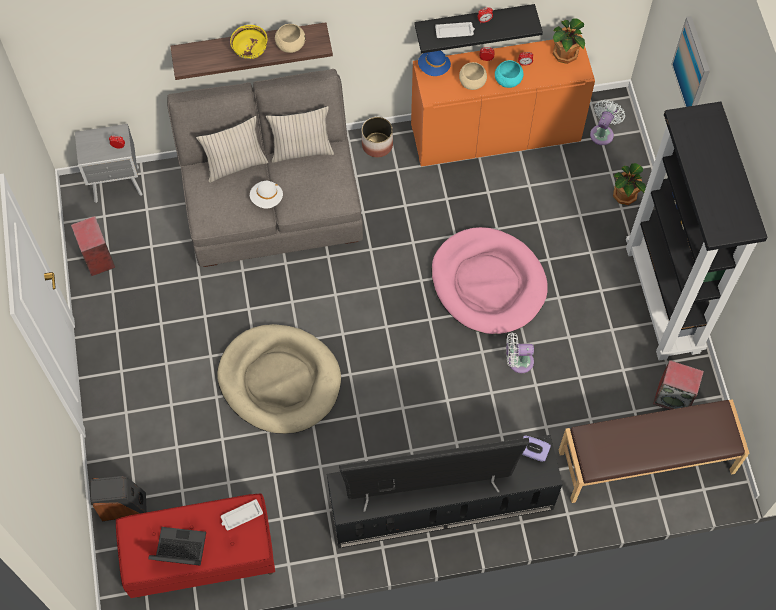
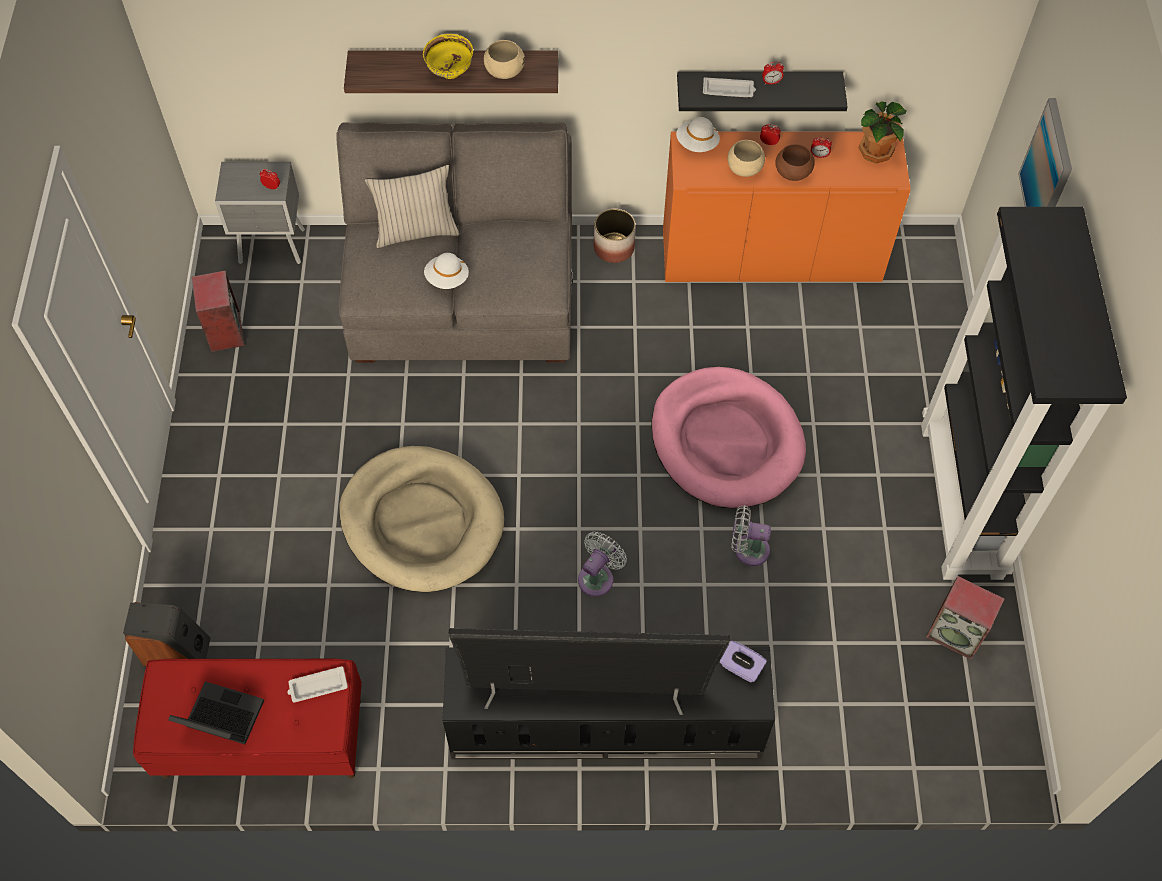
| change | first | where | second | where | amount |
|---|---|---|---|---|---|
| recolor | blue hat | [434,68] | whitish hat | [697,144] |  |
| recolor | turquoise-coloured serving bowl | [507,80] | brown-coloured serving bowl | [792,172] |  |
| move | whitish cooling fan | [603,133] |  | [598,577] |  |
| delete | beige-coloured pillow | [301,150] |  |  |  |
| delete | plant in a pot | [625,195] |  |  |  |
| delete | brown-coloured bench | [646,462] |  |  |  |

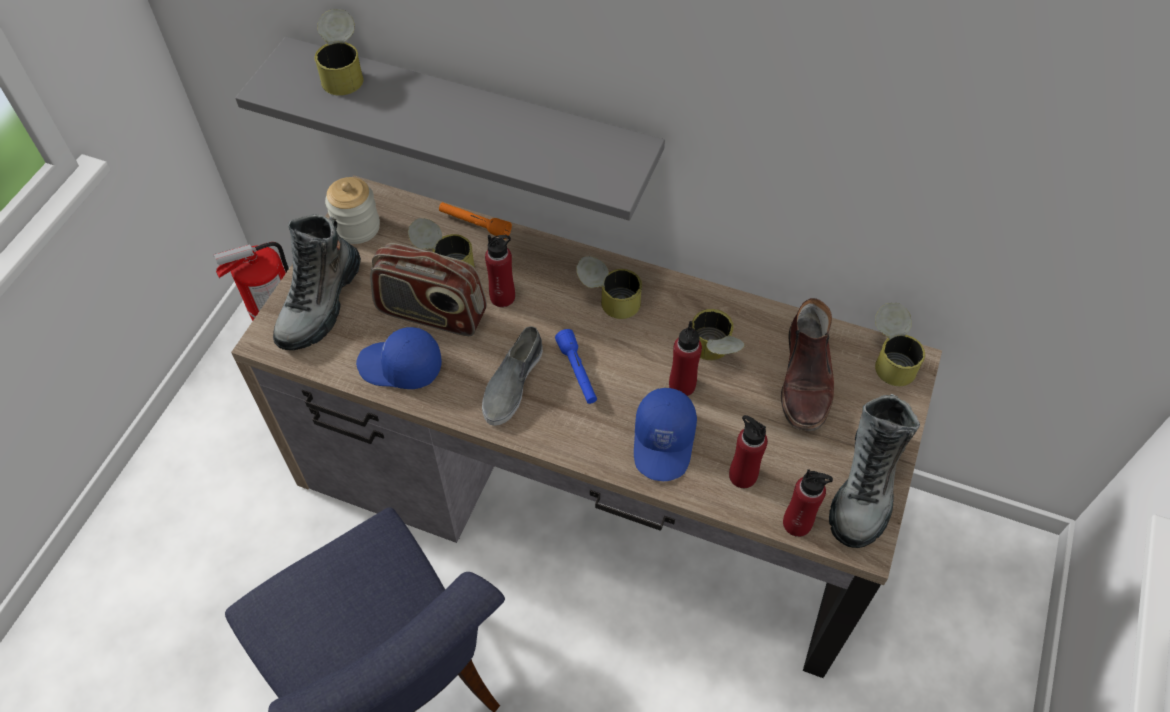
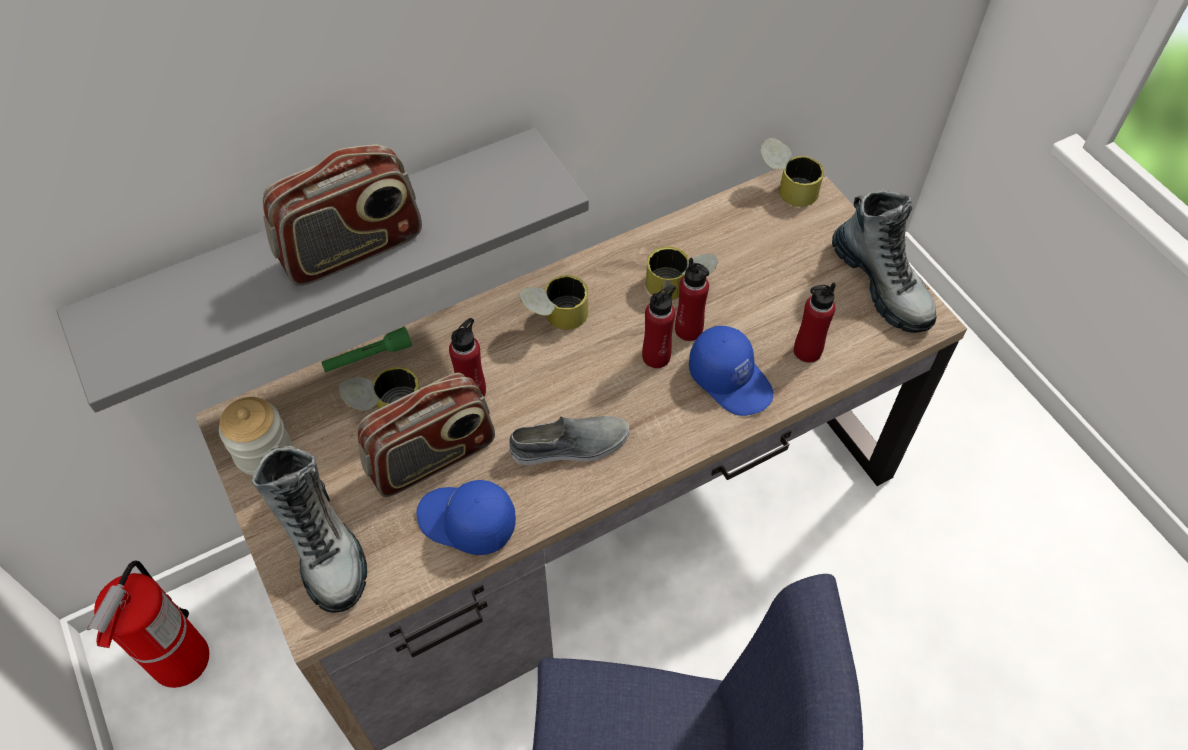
| change | first | where | second | where | amount |
|---|---|---|---|---|---|
| delete | metal can | [343,72] |  |  |  |
| recolor | orangey hand torch | [474,224] | green-coloured hand torch | [368,357] |  |
| delete | brown-coloured high-top boot | [806,379] |  |  |  |
| rotate | grey low shoe | [512,383] |  | [570,446] | 75 degrees counterclockwise |
| rotate | blue cap | [400,367] |  | [466,522] | 60 degrees clockwise |
| delete | blue hand torch | [577,372] |  |  |  |
| move | red-coloured drink bottle | [797,523] |  | [656,356] |  |
| insert |  |  | radio | [352,249] |  |

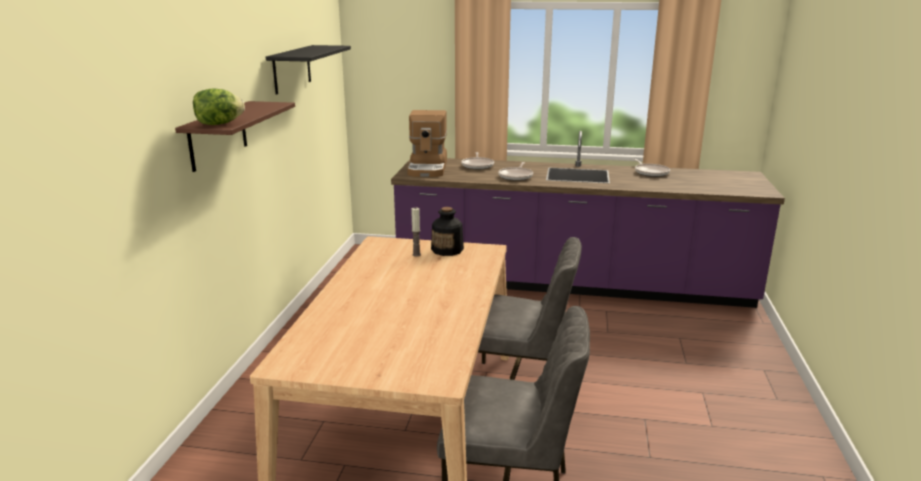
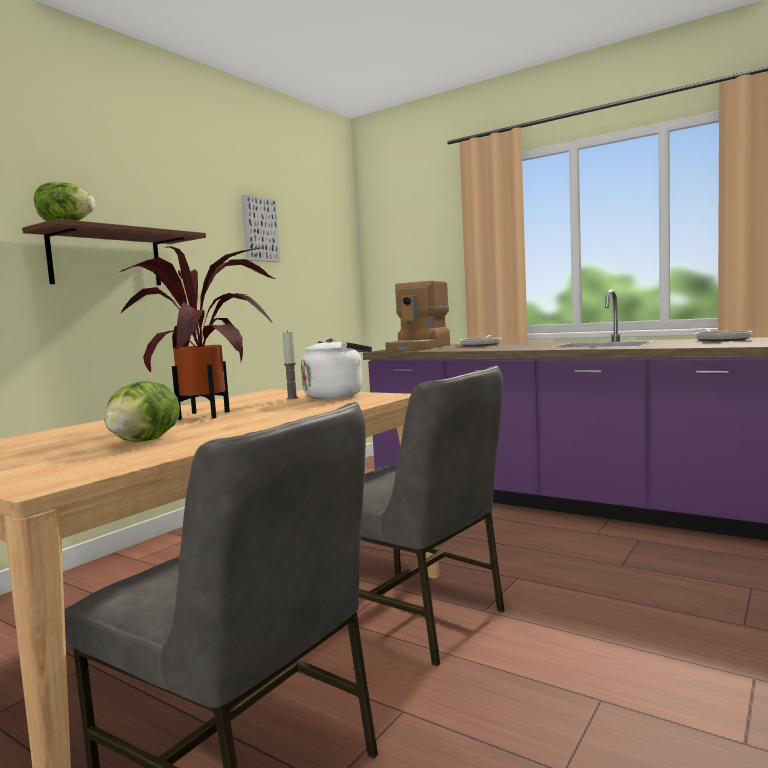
| change | first | where | second | where | amount |
|---|---|---|---|---|---|
| replace | black shelf | [292,69] | picture | [259,230] |  |
| delete | skillet | [516,176] |  |  |  |
| replace | drink bottle | [447,250] | whitish water kettle | [337,396] |  |
| insert |  |  | plant in a pot | [207,416] |  |
| insert |  |  | head of lettuce | [144,441] |  |

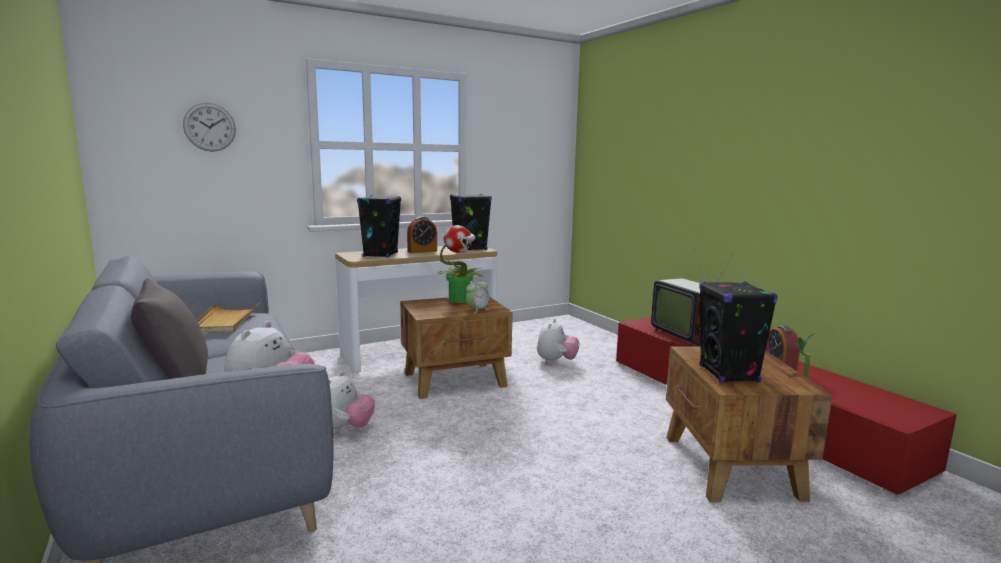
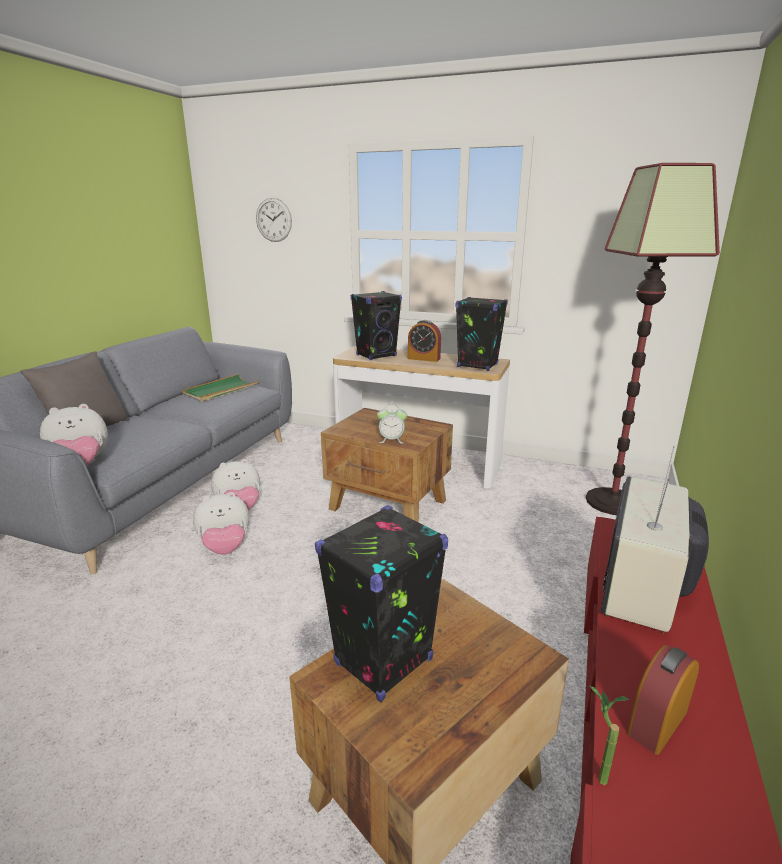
| change | first | where | second | where | amount |
|---|---|---|---|---|---|
| delete | plant in a pot | [460,300] |  |  |  |
| recolor | beige-coloured serving tray | [225,321] | green-coloured serving tray | [221,390] |  |
| move | soft toy | [556,361] |  | [225,548] |  |
| insert |  |  | floor lamp | [612,502] |  |

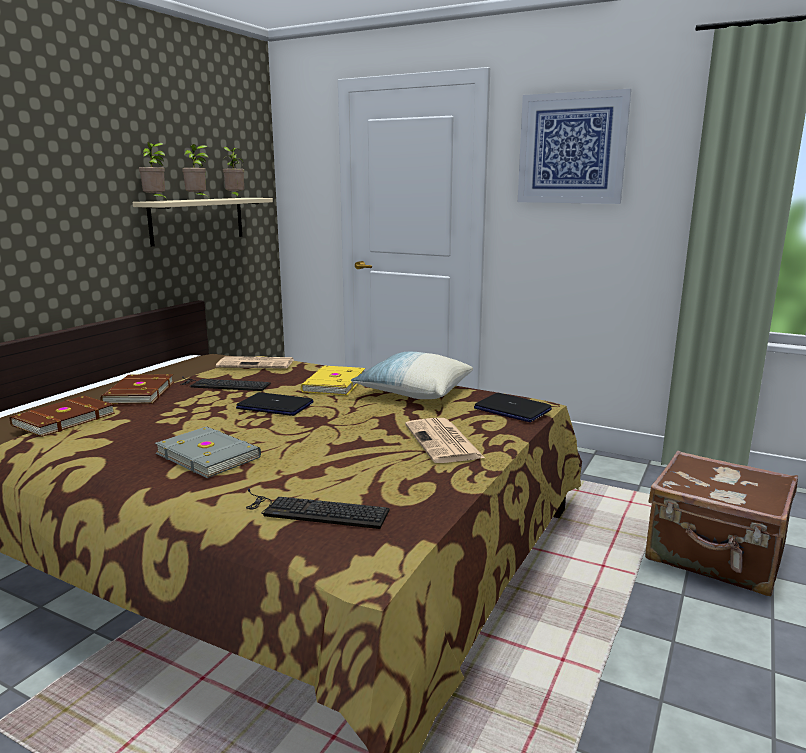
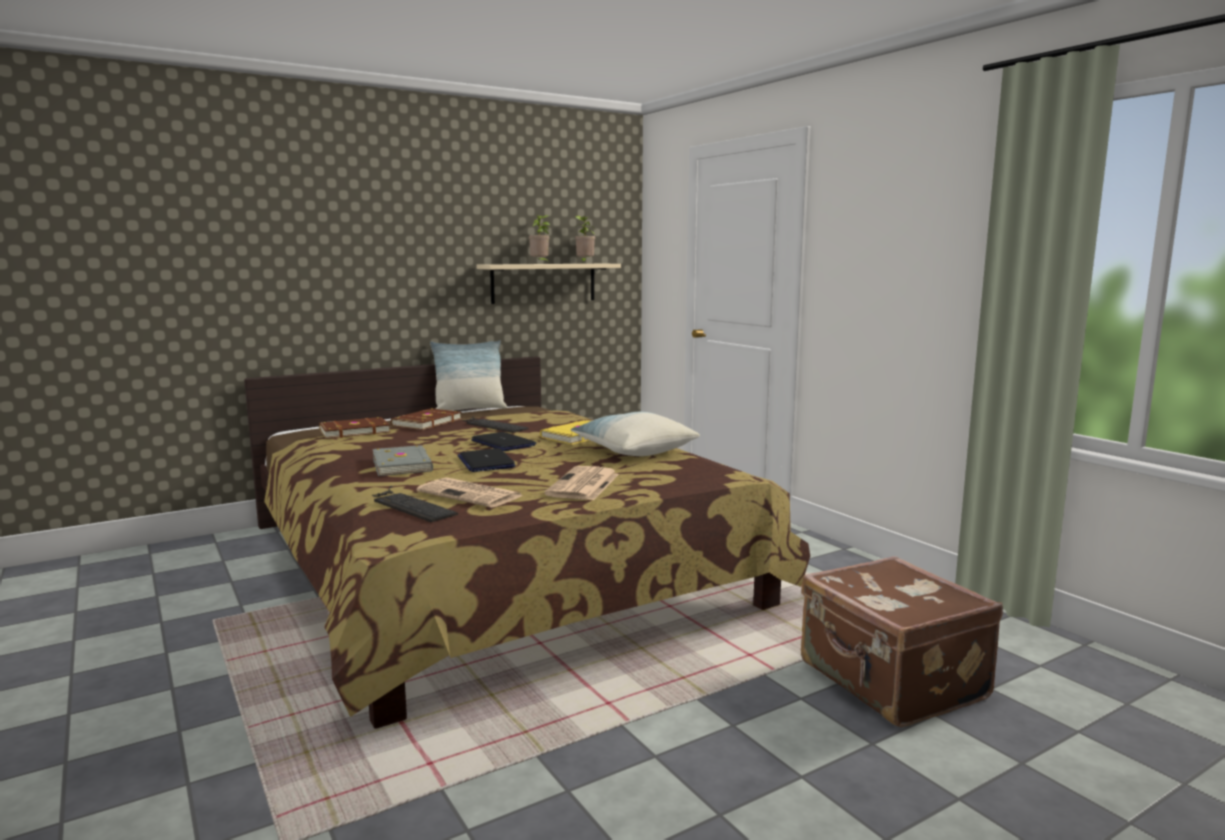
| change | first | where | second | where | amount |
|---|---|---|---|---|---|
| delete | picture | [571,148] |  |  |  |
| delete | plant in a pot | [156,201] |  |  |  |
| move | printed paper | [257,364] |  | [471,494] |  |
| move | laptop | [512,409] |  | [486,462] |  |
| insert |  |  | pillow | [469,410] |  |

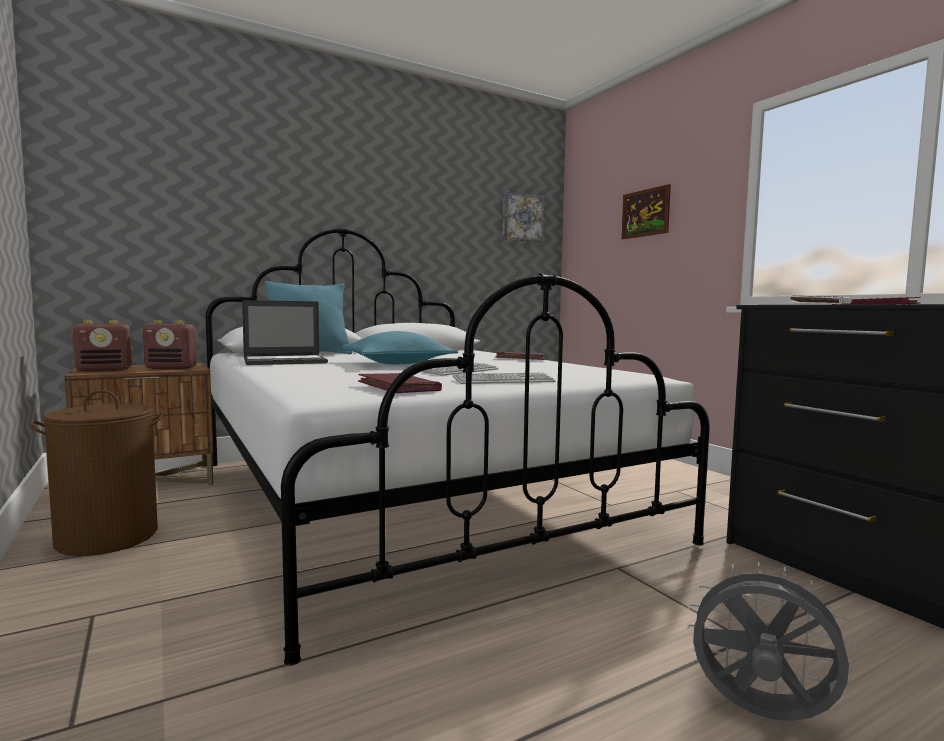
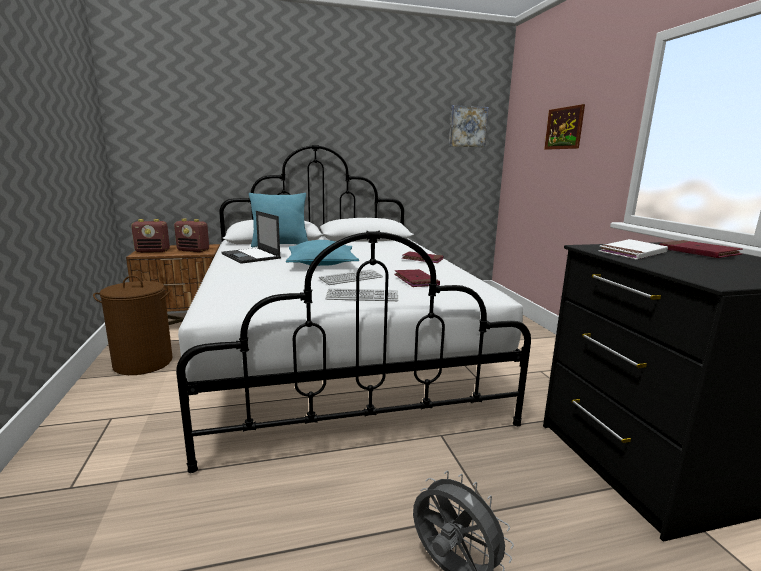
| change | first | where | second | where | amount |
|---|---|---|---|---|---|
| rotate | laptop | [286,361] |  | [251,256] | 60 degrees clockwise |
| move | red-coloured book | [398,388] |  | [416,280] |  |

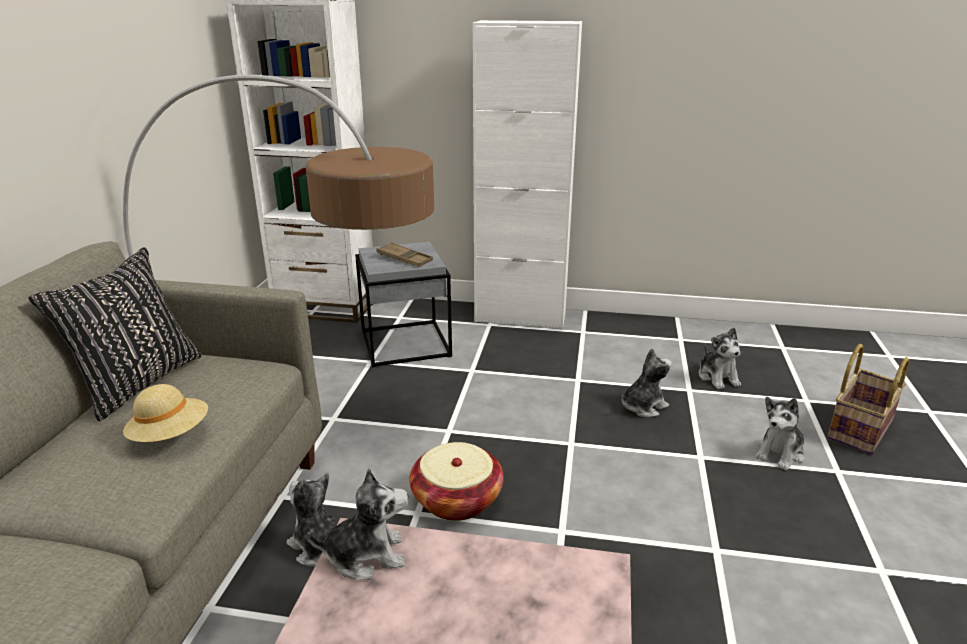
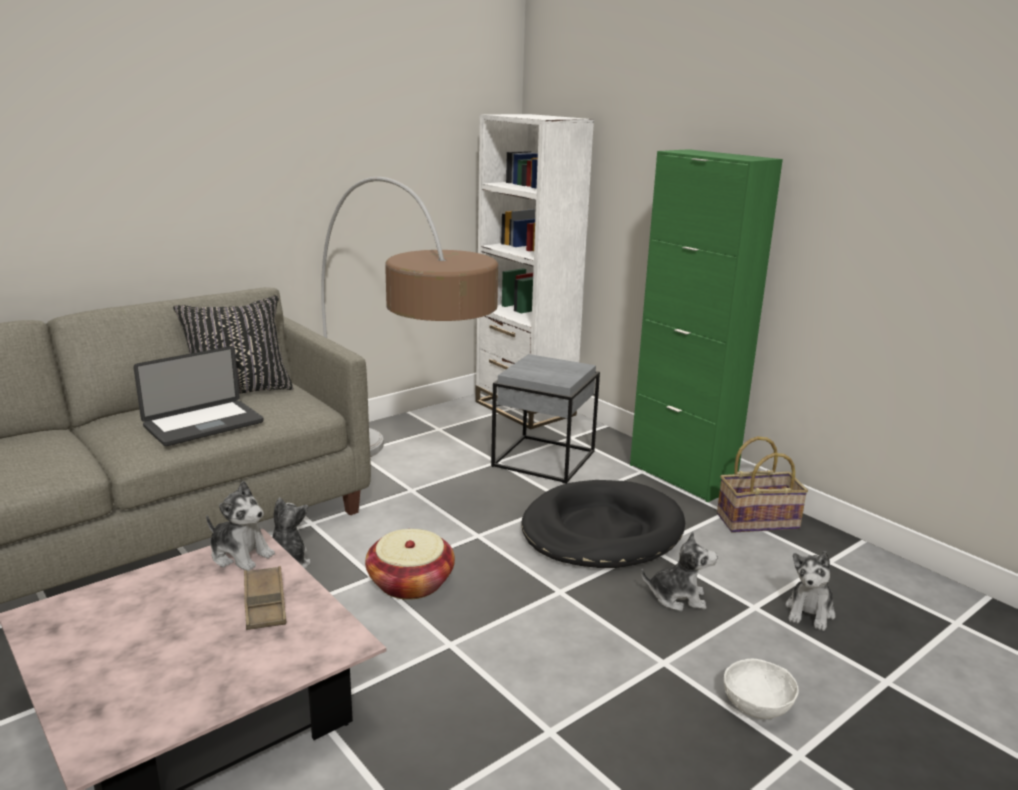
| change | first | where | second | where | amount |
|---|---|---|---|---|---|
| recolor | whitish cupboard | [520,317] | green-coloured cupboard | [681,477] |  |
| move | brown-coloured serving tray | [404,259] |  | [265,603] |  |
| move | household basket | [858,429] |  | [757,520] |  |
| replace | beige-coloured hat | [170,435] | laptop | [204,425] |  |
| replace | soft toy | [780,453] | whitish serving bowl | [757,705] |  |
| insert |  |  | black dog bed | [601,531] |  |

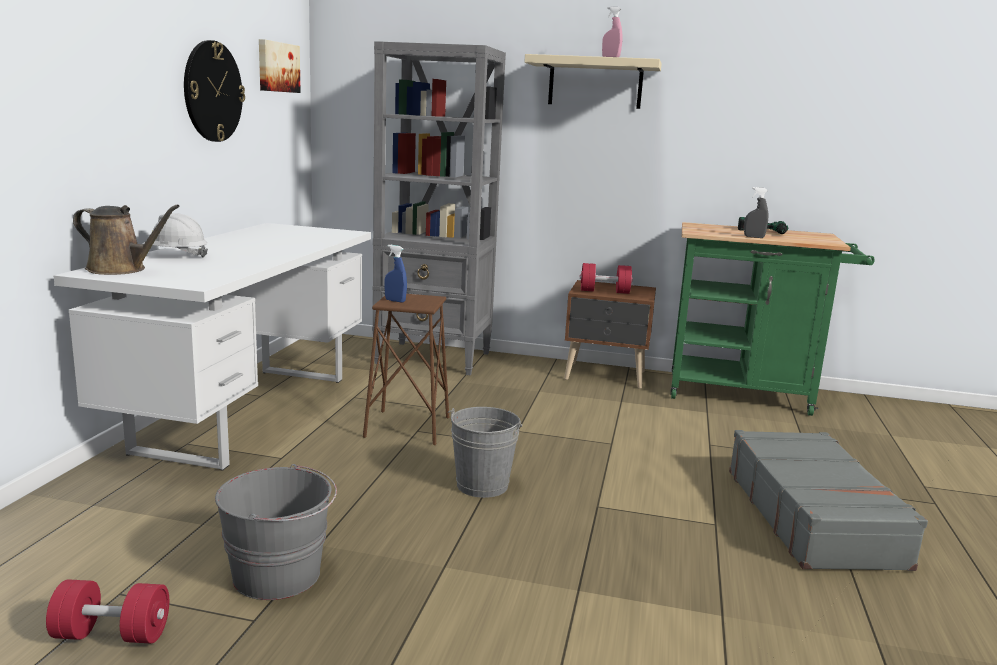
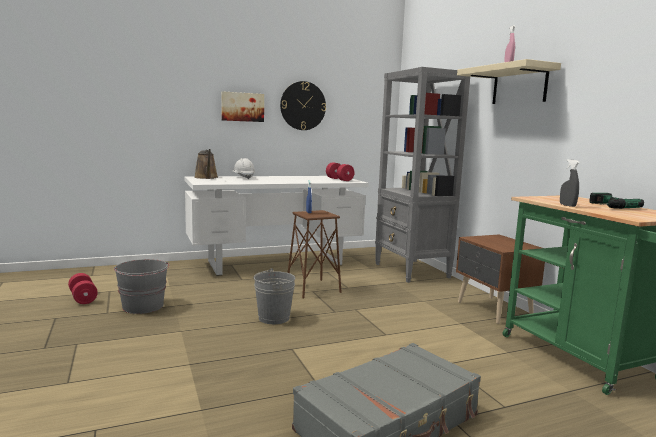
| change | first | where | second | where | amount |
|---|---|---|---|---|---|
| move | picture | [277,67] |  | [242,107] |  |
| move | red-coloured dumbbell | [604,291] |  | [339,179] |  |

